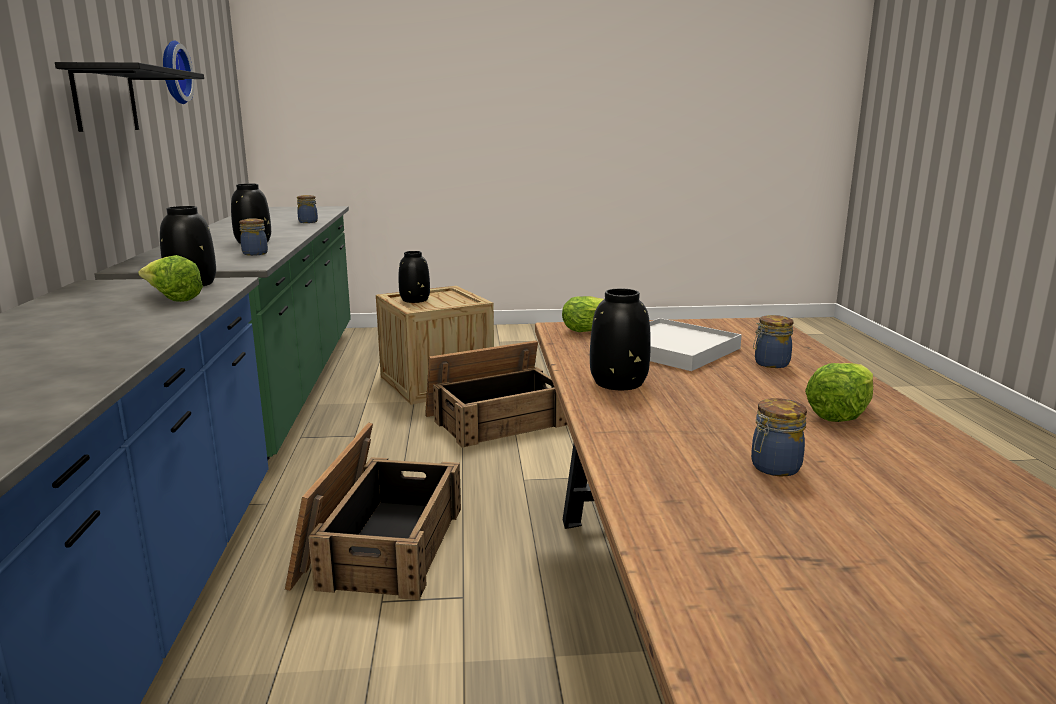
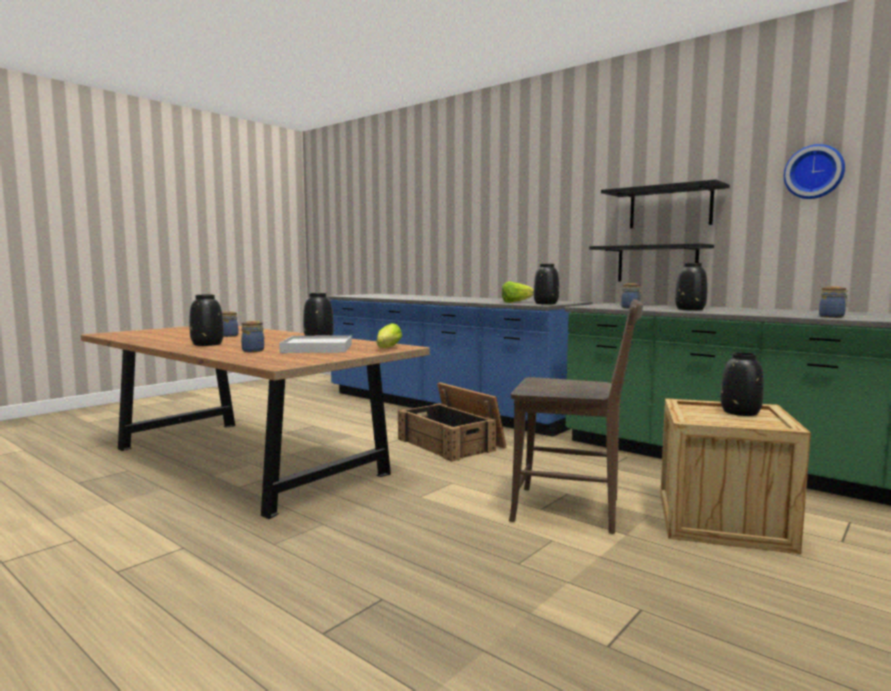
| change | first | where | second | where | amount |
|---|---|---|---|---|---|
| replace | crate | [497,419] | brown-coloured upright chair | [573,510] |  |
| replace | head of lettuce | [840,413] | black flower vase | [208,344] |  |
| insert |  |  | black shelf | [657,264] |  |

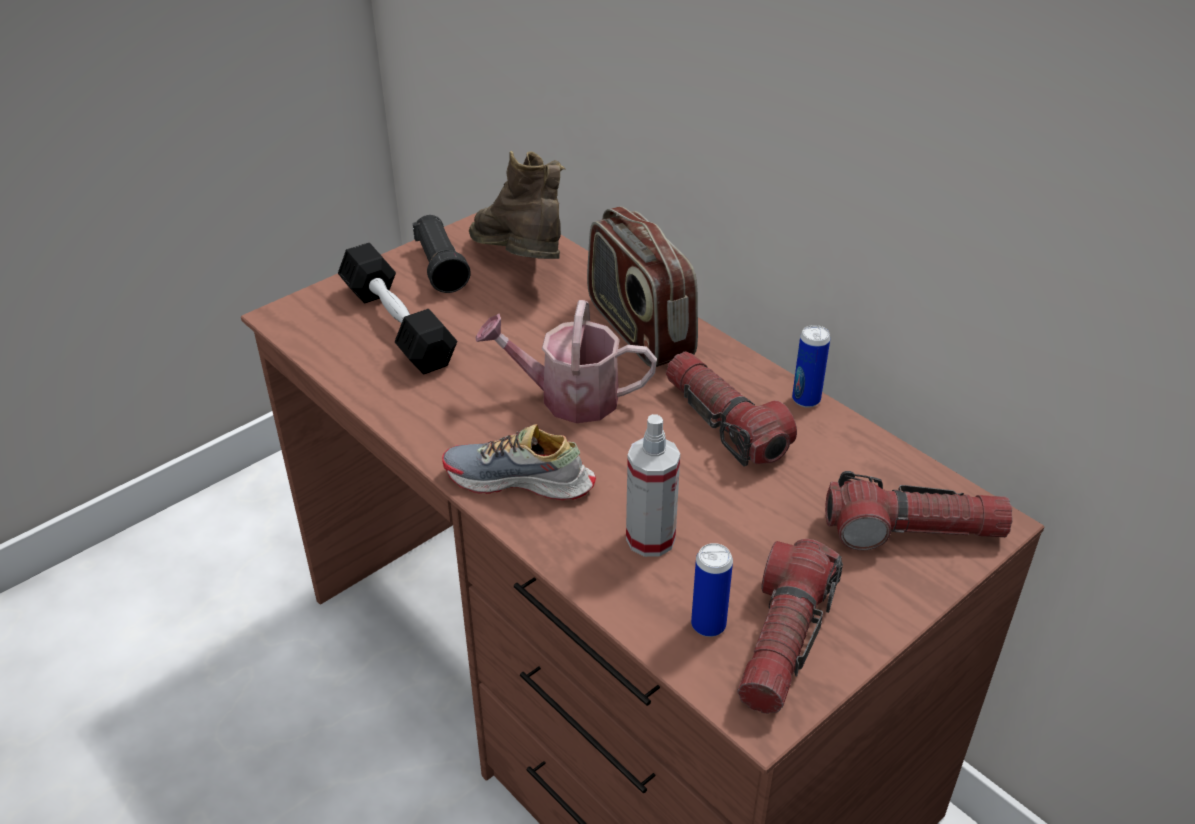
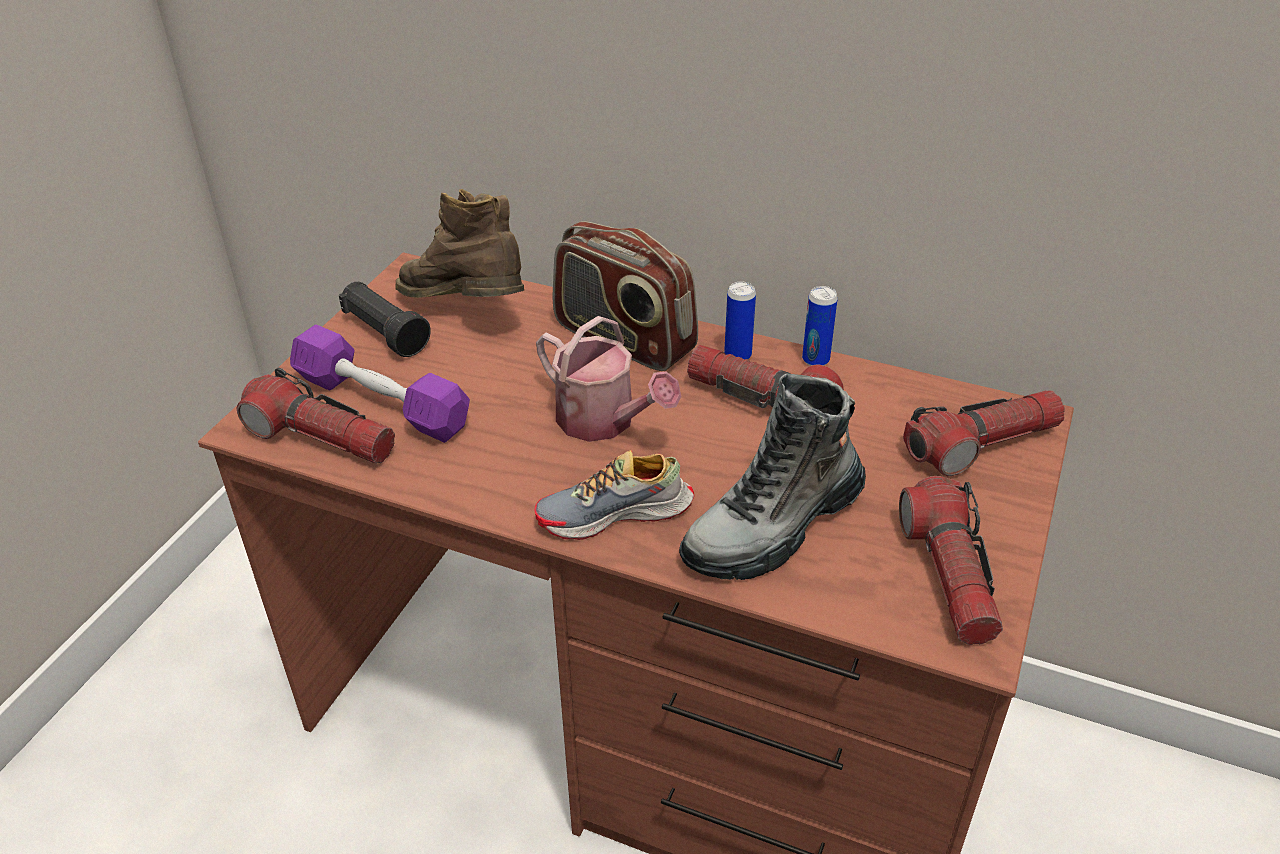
| change | first | where | second | where | amount |
|---|---|---|---|---|---|
| recolor | black dumbbell | [397,325] | purplish dumbbell | [381,402] |  |
| rotate | watering pot | [568,397] |  | [604,421] | 120 degrees counterclockwise |
| replace | hand sprayer | [650,539] | high-top boot | [773,526] |  |
| move | metal can | [708,625] |  | [737,355] |  |
| insert |  |  | hand torch | [321,438] |  |

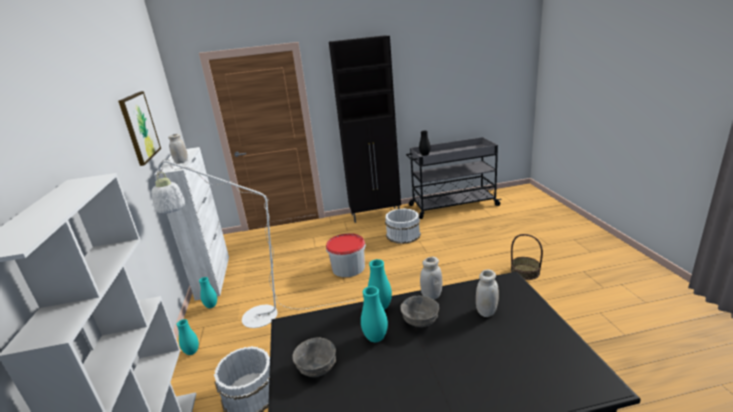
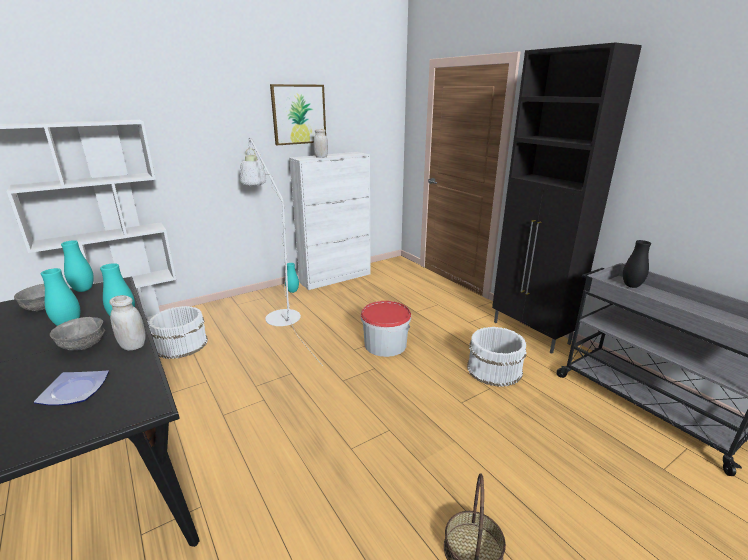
| change | first | where | second | where | amount |
|---|---|---|---|---|---|
| replace | whitish preserve jar | [486,312] | plate | [76,390] |  |
| move | turquoise-coloured flower vase | [192,352] |  | [83,290] |  |

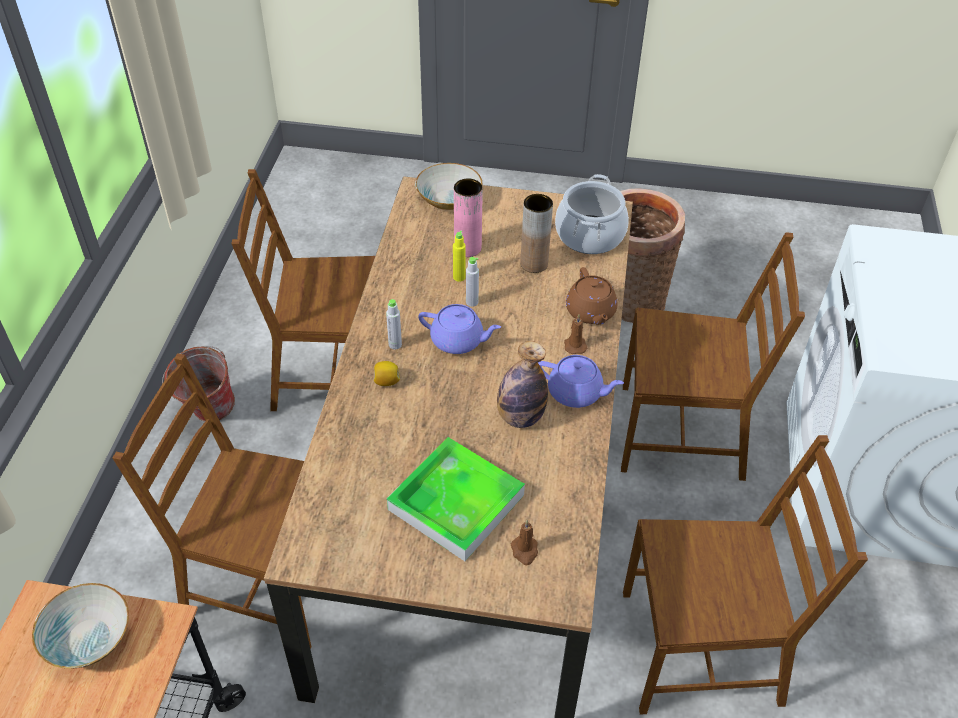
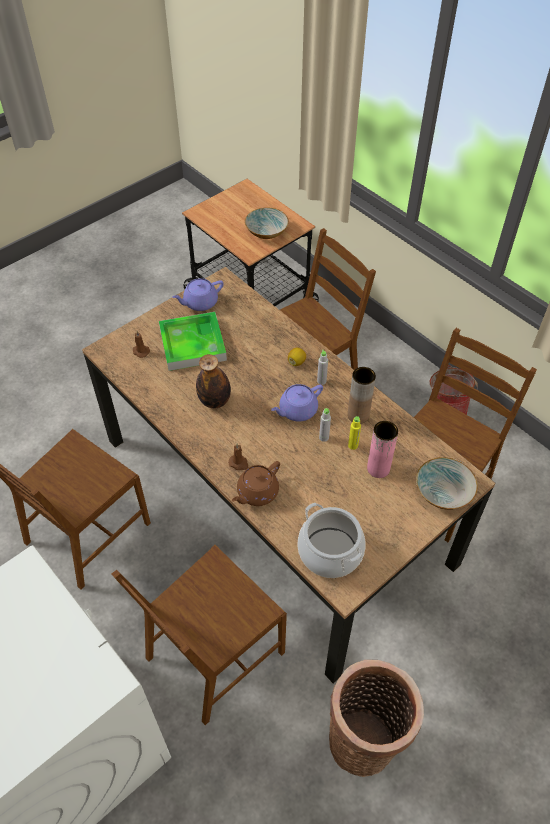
| change | first | where | second | where | amount |
|---|---|---|---|---|---|
| move | brown-coloured flower vase | [534,264] |  | [358,415] |  |
| rotate | brown-coloured tea pot | [590,312] |  | [257,492] | 75 degrees counterclockwise |
| move | purplish tea pot | [576,393] |  | [200,303] |  |

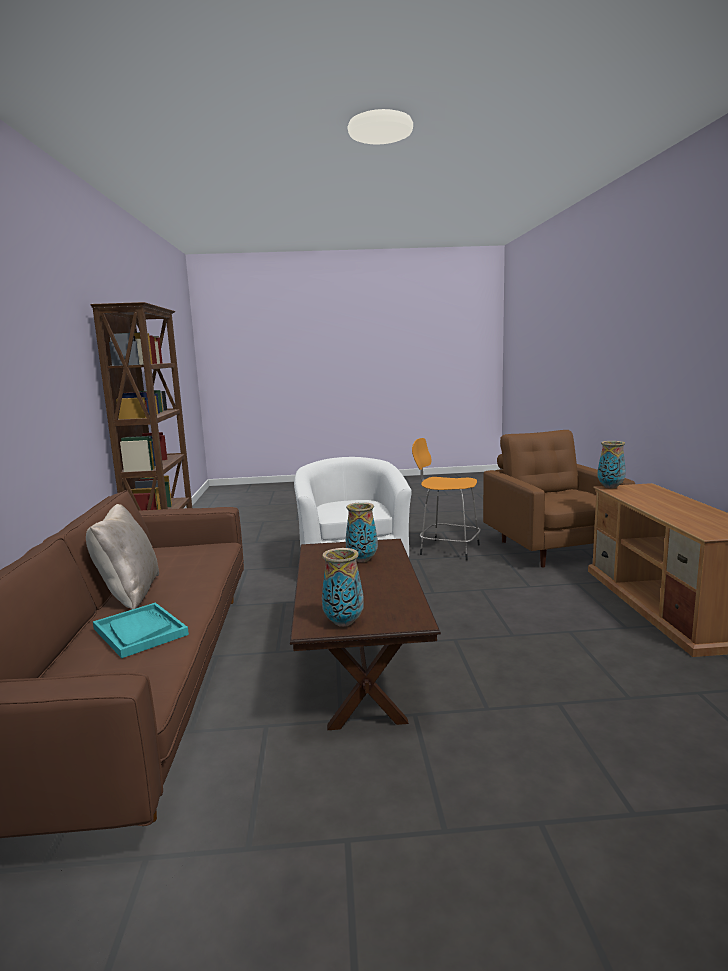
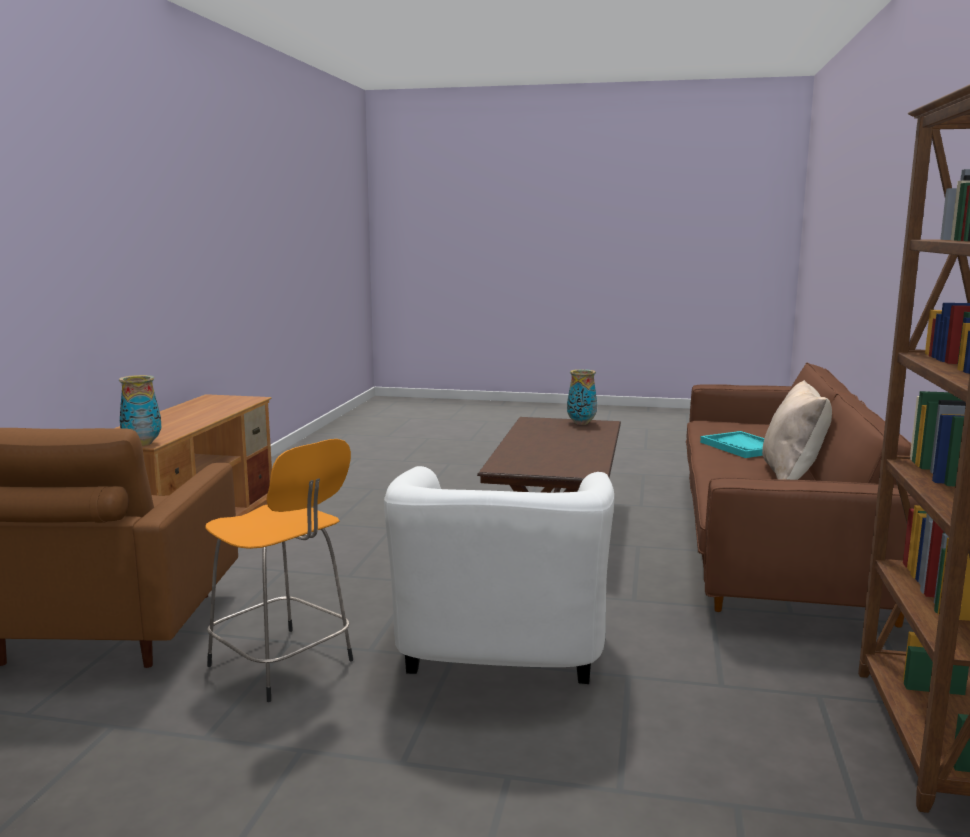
| change | first | where | second | where | amount |
|---|---|---|---|---|---|
| delete | flower vase | [362,560] |  |  |  |

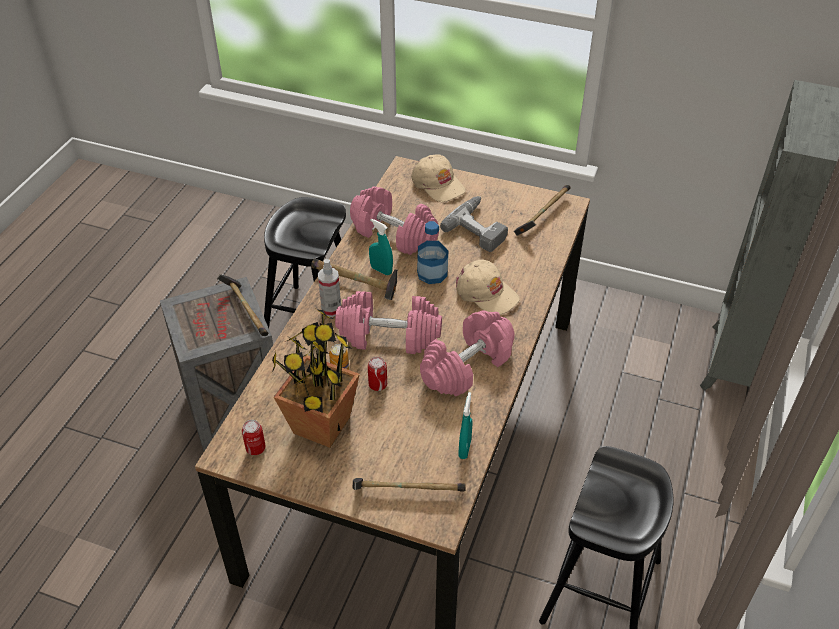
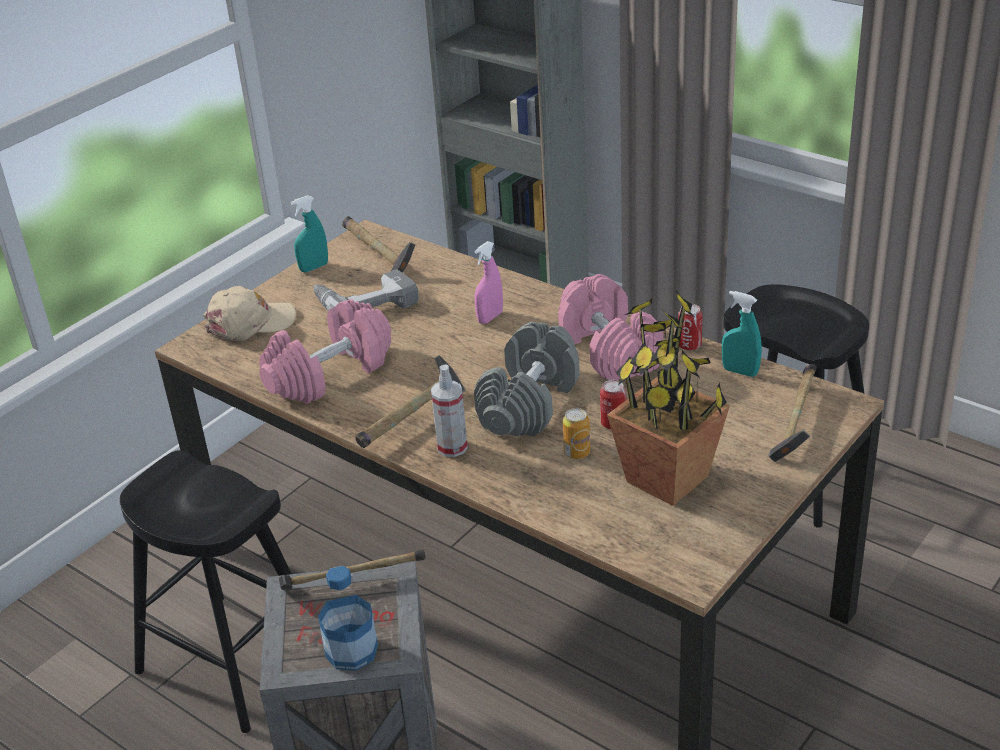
| change | first | where | second | where | amount |
|---|---|---|---|---|---|
| move | turquoise-coloured hand sprayer | [381,270] |  | [314,267] |  |
| move | drink bottle | [432,273] |  | [351,651] |  |
| replace | beige-coloured cap | [486,293] | pink-coloured hand sprayer | [490,317] |  |
| recolor | pink-coloured dumbbell | [388,336] | grey dumbbell | [529,403] |  |
| move | metal can | [255,448] |  | [689,345] |  |

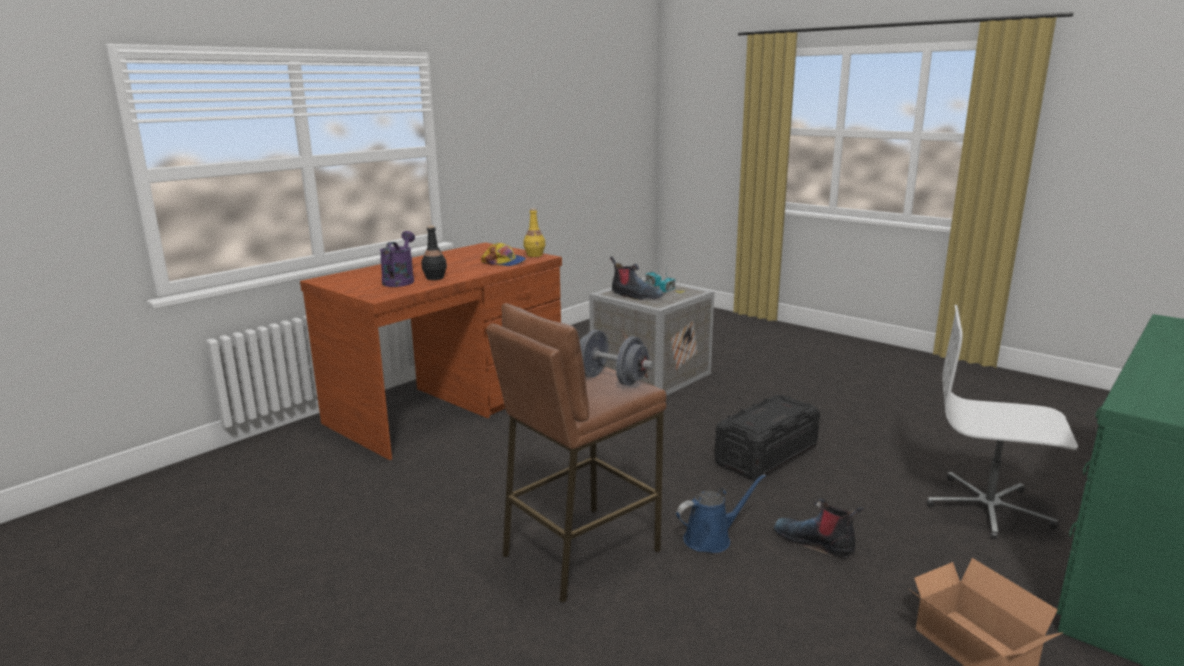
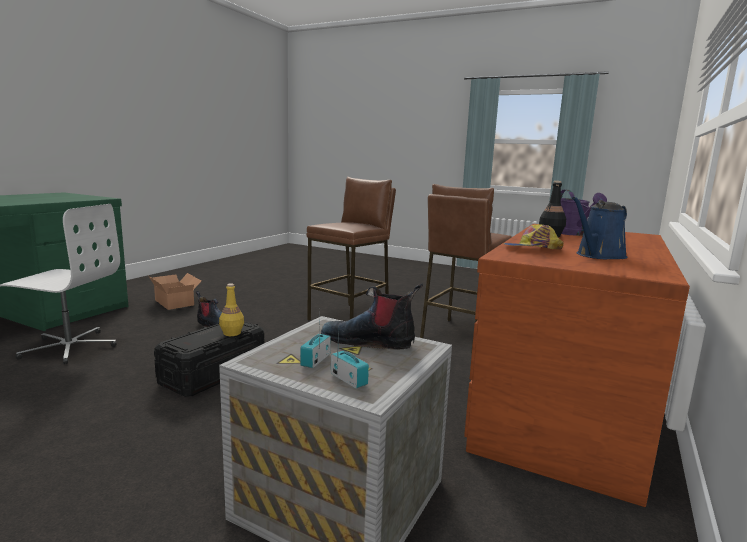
| change | first | where | second | where | amount |
|---|---|---|---|---|---|
| move | yellow drink bottle | [535,255] |  | [231,333] |  |
| delete | grey dumbbell | [612,379] |  |  |  |
| move | blue watering pot | [711,538] |  | [598,256] |  |
| insert |  |  | brown-coloured sitting stool | [460,335] |  |

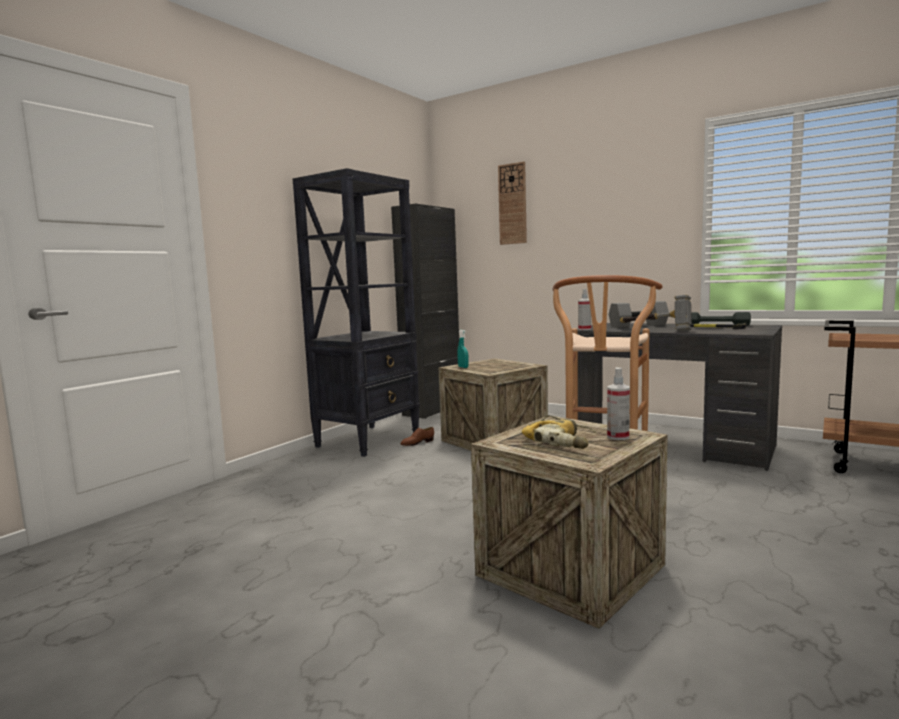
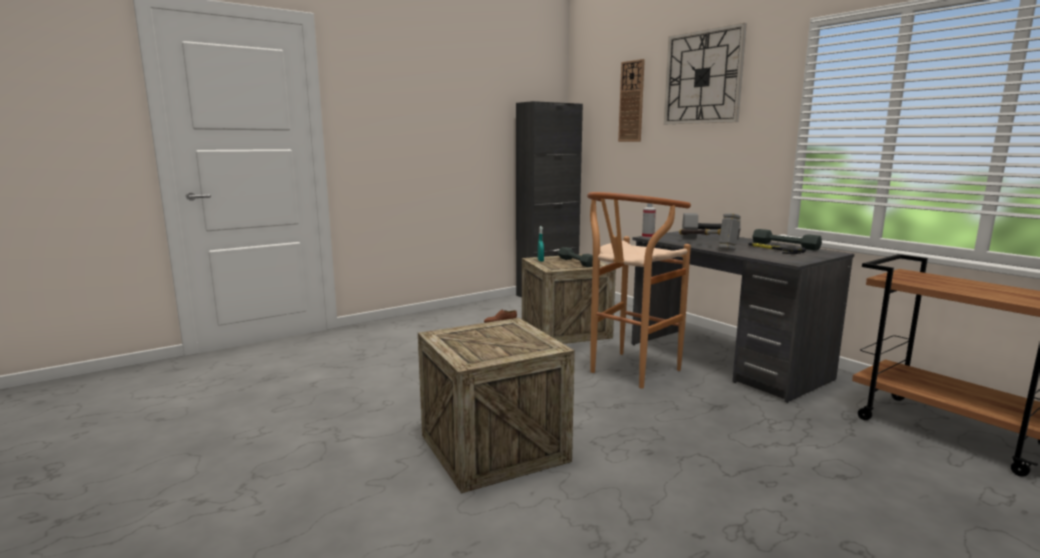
| change | first | where | second | where | amount |
|---|---|---|---|---|---|
| delete | black bookshelf | [369,440] |  |  |  |
| delete | hand sprayer | [618,437] |  |  |  |
| delete | power drill | [562,441] |  |  |  |
| insert |  |  | wall clock | [703,77] |  |
| insert |  |  | grey dumbbell | [576,262] |  |

